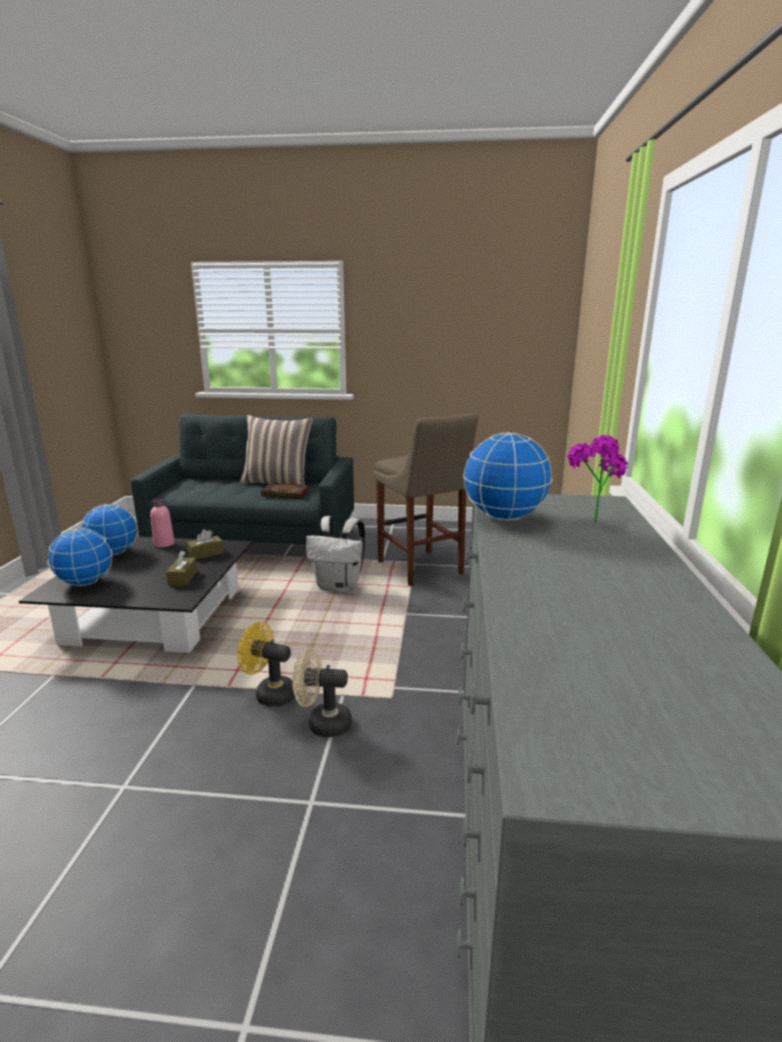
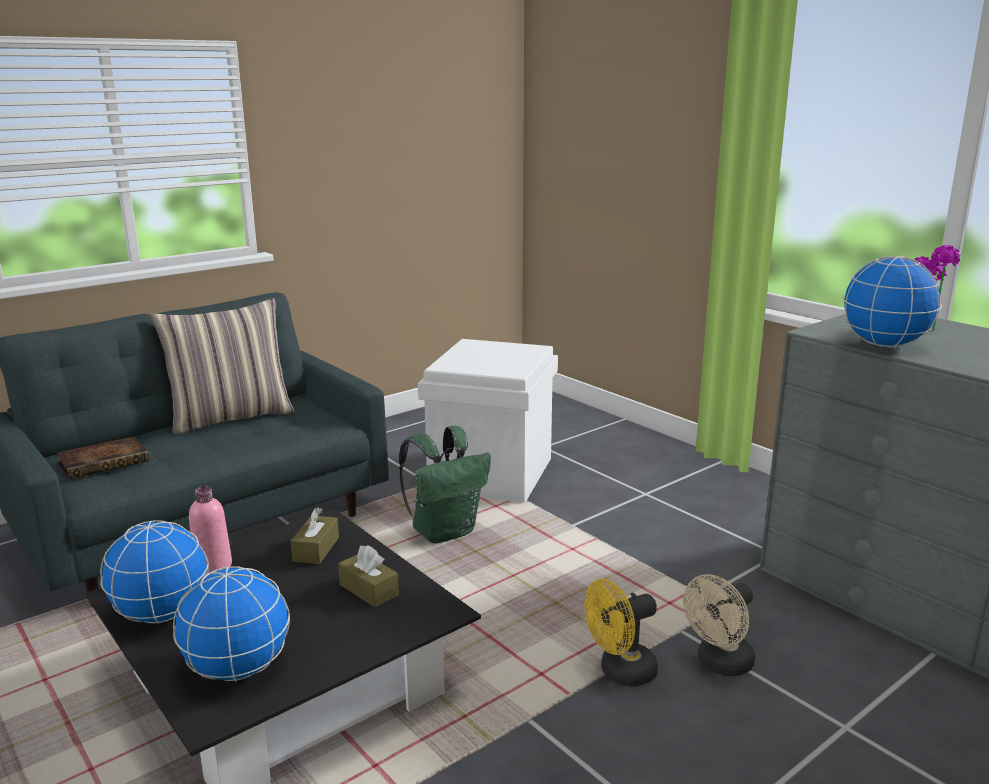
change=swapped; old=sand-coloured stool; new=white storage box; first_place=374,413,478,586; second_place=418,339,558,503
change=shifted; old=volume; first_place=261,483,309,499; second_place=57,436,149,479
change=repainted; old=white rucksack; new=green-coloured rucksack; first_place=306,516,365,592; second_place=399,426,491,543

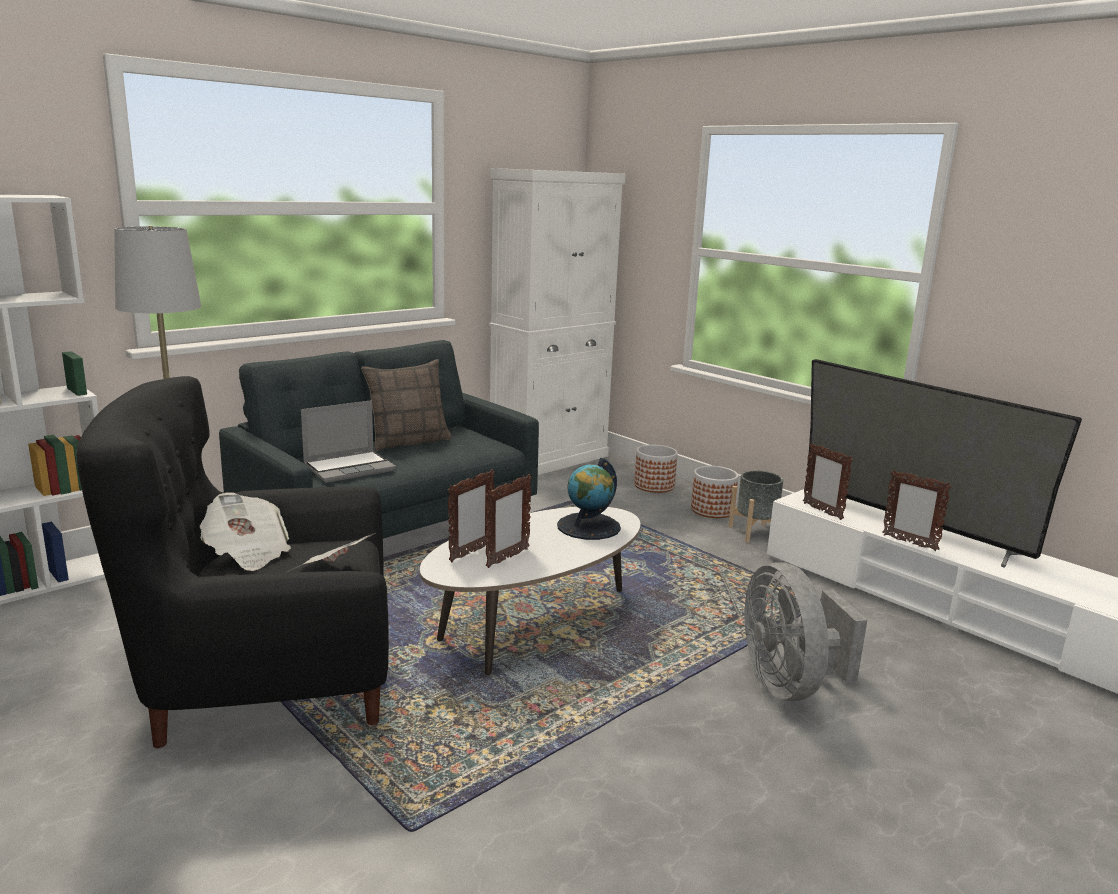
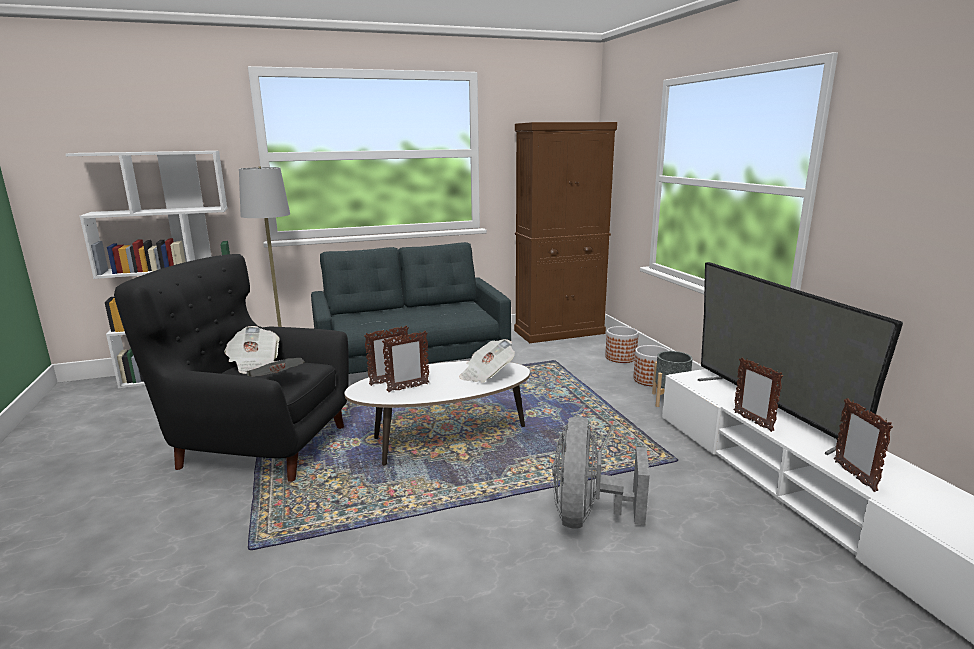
change=repainted; old=white cabinet; new=brown cabinet; first_place=489,168,625,475; second_place=514,122,617,343
change=gone; old=throw pillow; first_place=361,359,452,451
change=gone; old=laptop; first_place=301,400,396,483
change=shifted; old=picture frame; first_place=803,443,853,520; second_place=834,398,893,492
change=swapped; old=desk globe; new=printed paper; first_place=557,458,621,540; second_place=459,339,515,383

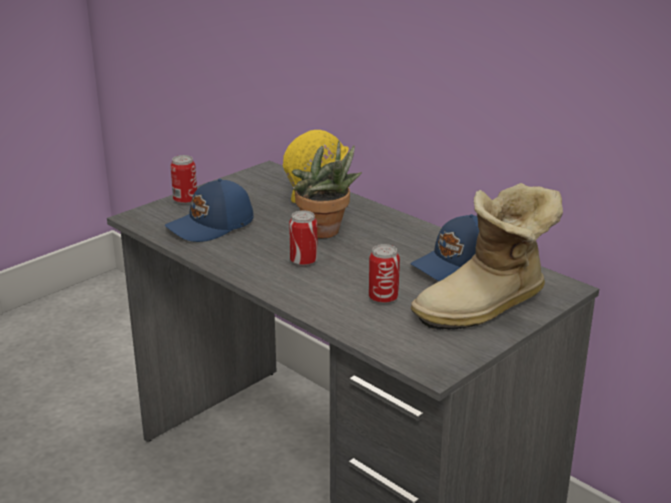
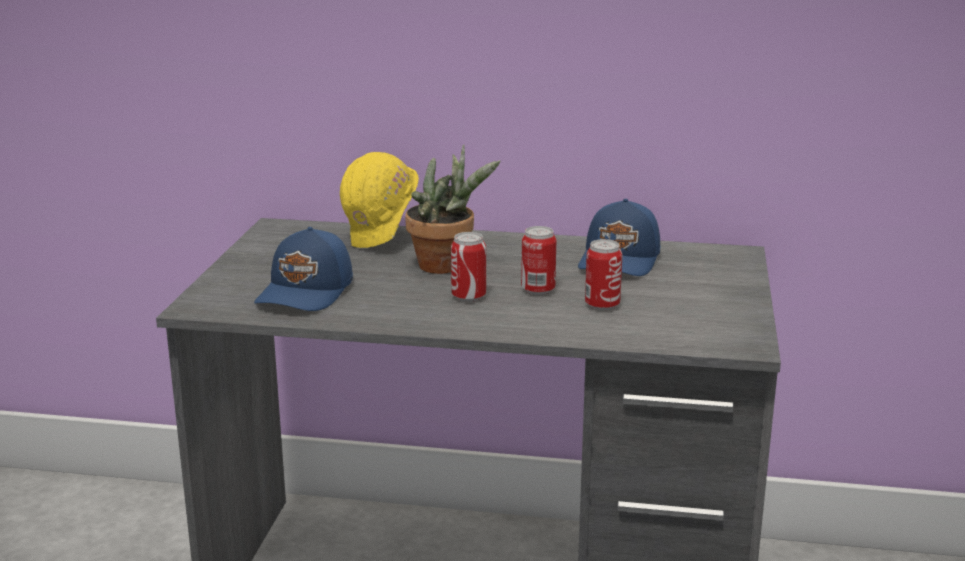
change=shifted; old=sealed can; first_place=170,155,197,205; second_place=521,226,556,295
change=gone; old=tall boot; first_place=411,183,563,330

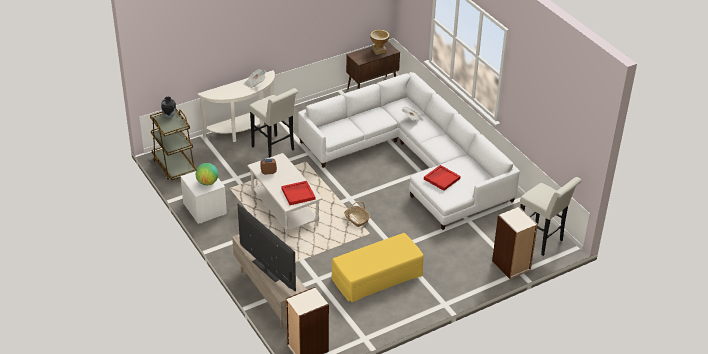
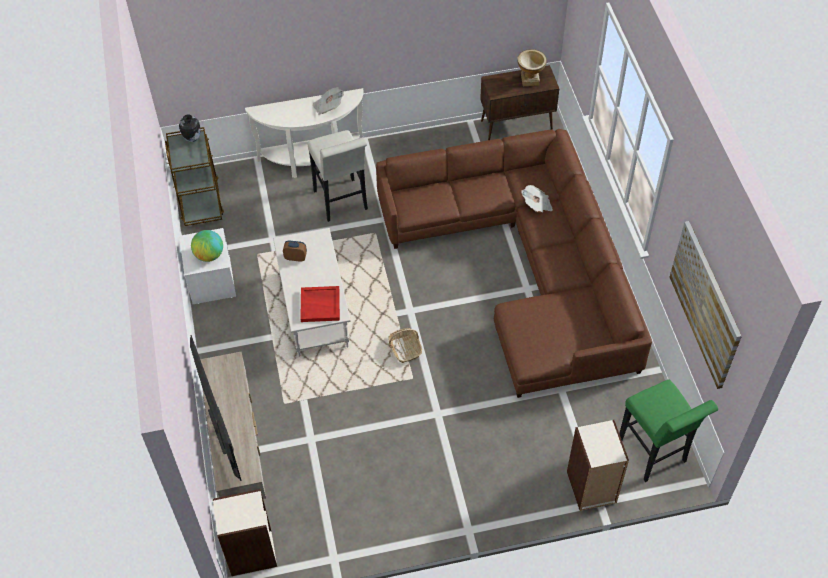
change=repainted; old=white couch; new=brown couch; first_place=298,72,520,230; second_place=376,129,652,398
change=gone; old=red-coloured carrying tray; first_place=424,165,461,191
change=repainted; old=white stool; new=green-coloured stool; first_place=520,177,582,256; second_place=619,379,718,482
change=gone; old=yellow footrest; first_place=331,233,424,302
change=new; new=wall art; second_place=669,221,742,389

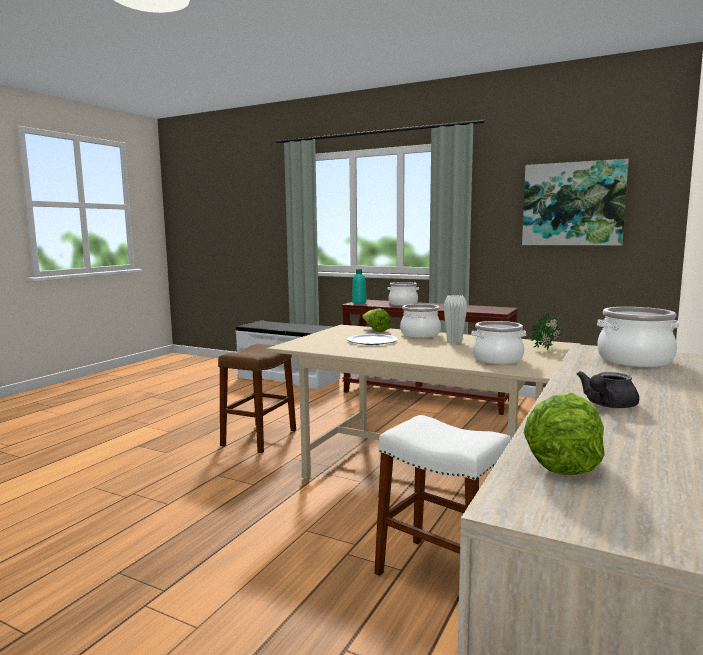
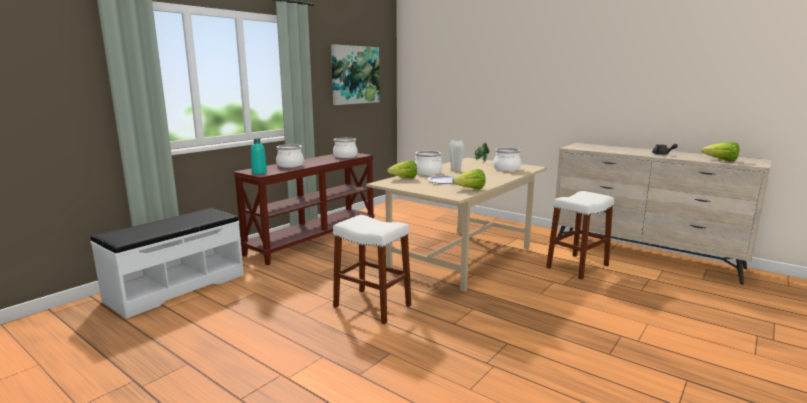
change=shifted; old=stockpot; first_place=597,307,679,367; second_place=333,138,358,158
change=repainted; old=brown stool; new=white stool; first_place=218,344,296,453; second_place=333,215,411,324
change=new; new=head of lettuce; second_place=452,169,485,189

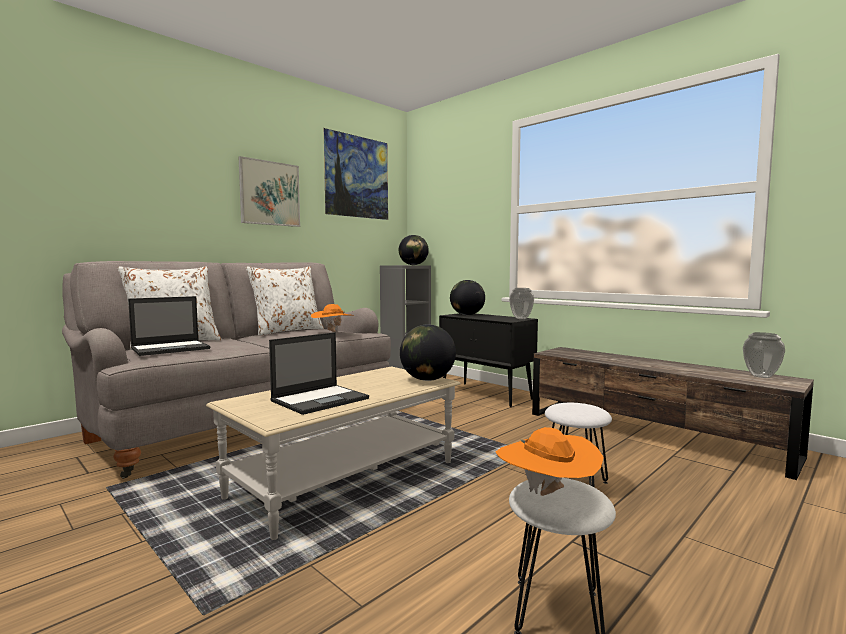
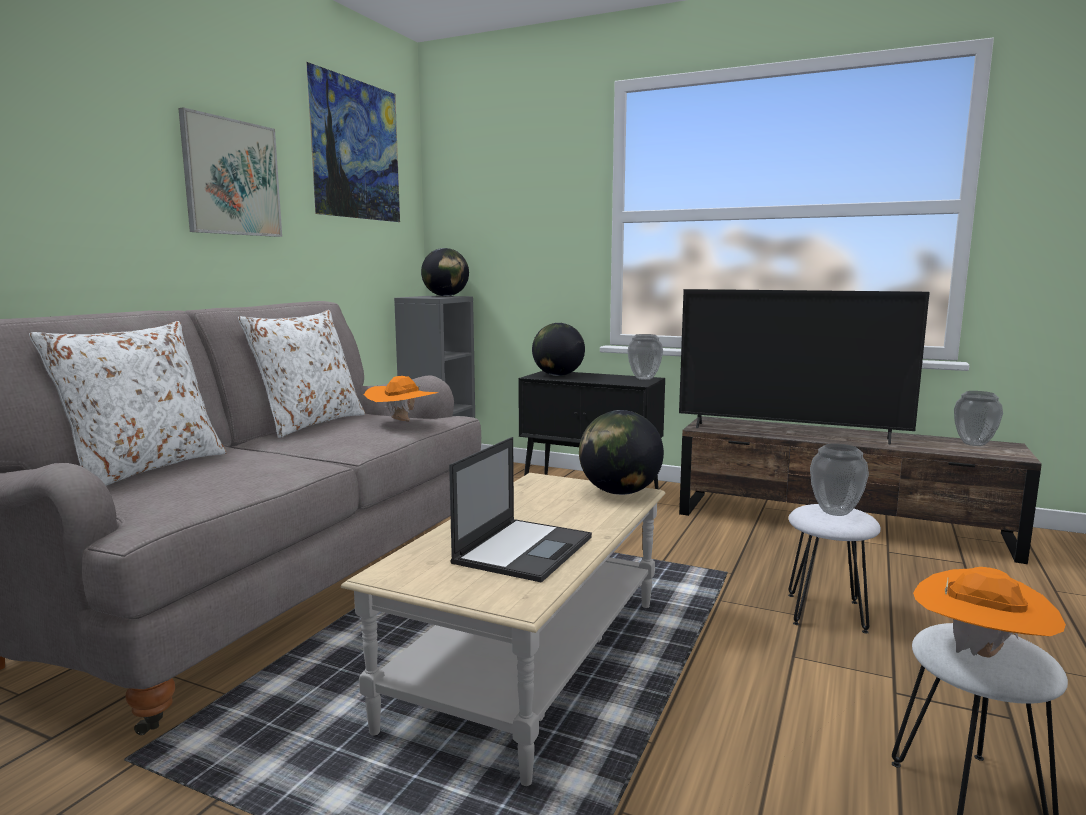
change=gone; old=laptop; first_place=128,296,210,356
change=new; new=television; second_place=679,289,930,445
change=new; new=flower vase; second_place=810,443,869,516

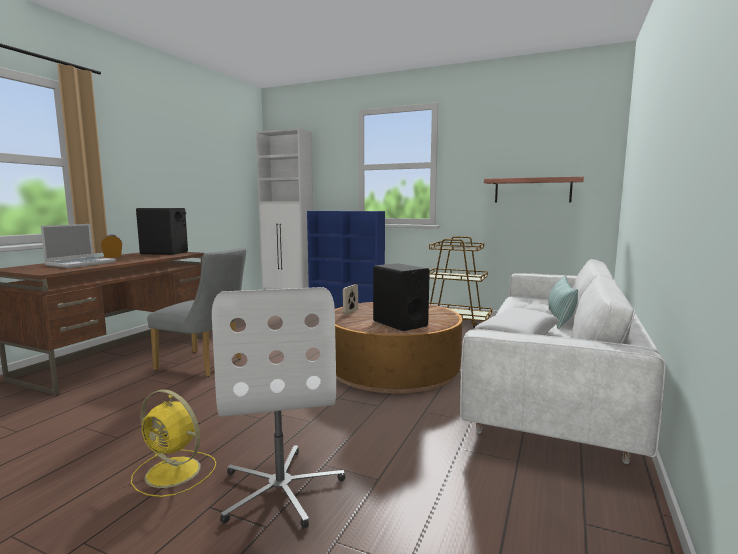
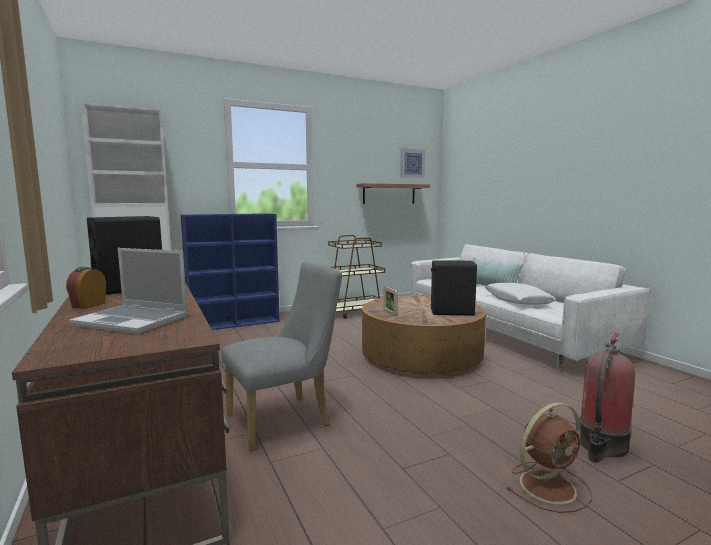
change=rotated; old=laptop; first_place=41,224,116,268; second_place=69,248,188,334; degrees=135
change=swapped; old=white desk chair; new=fire extinguisher; first_place=212,287,345,529; second_place=580,332,635,463
change=repainted; old=yellow fan; new=brown fan; first_place=131,389,216,497; second_place=506,402,592,513
change=new; new=wall art; second_place=400,148,426,178

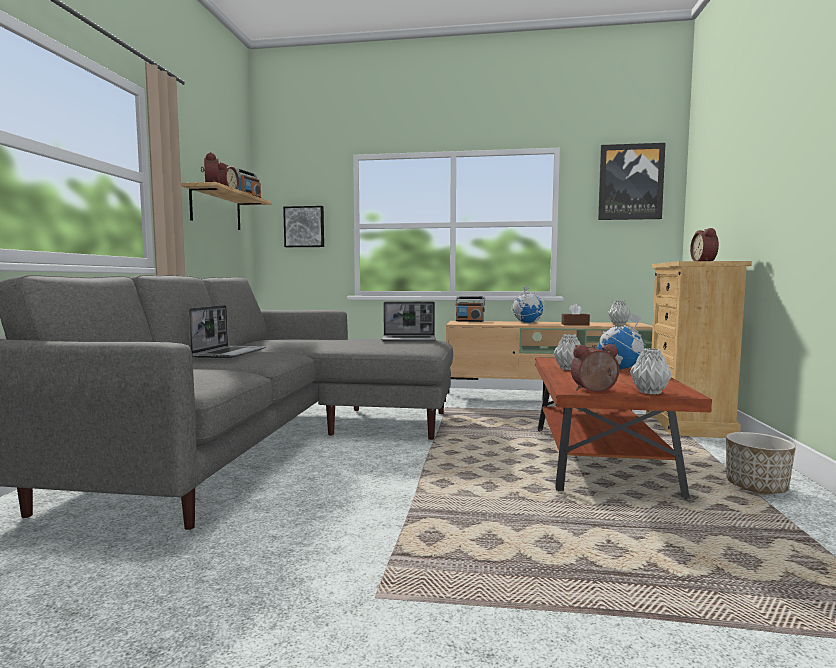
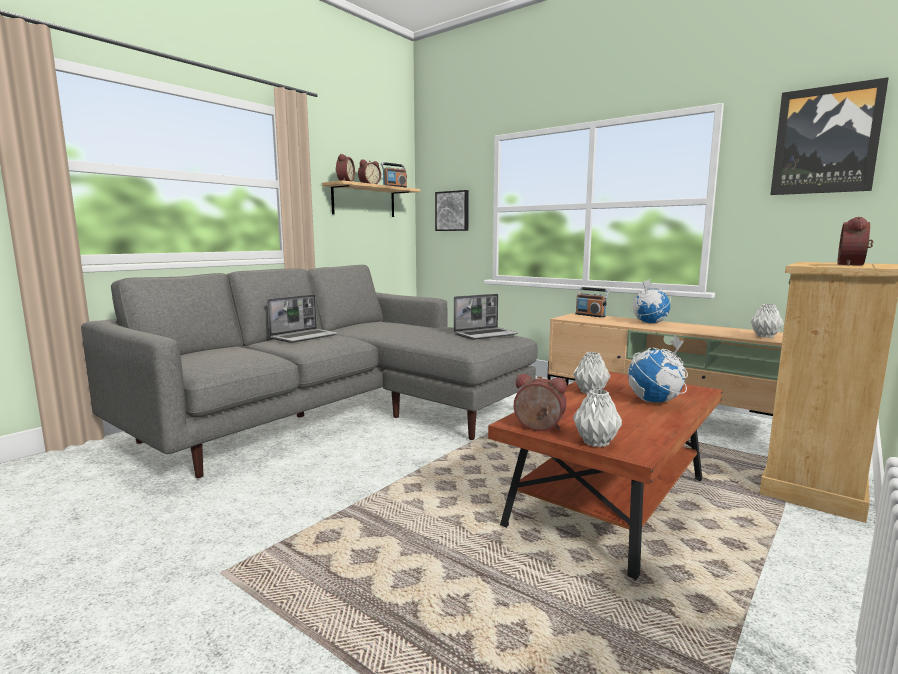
change=rotated; old=laptop; first_place=381,302,436,342; second_place=454,294,518,340; degrees=-60
change=gone; old=brown tissue holder; first_place=562,304,590,326
change=gone; old=plant pot; first_place=726,432,796,494

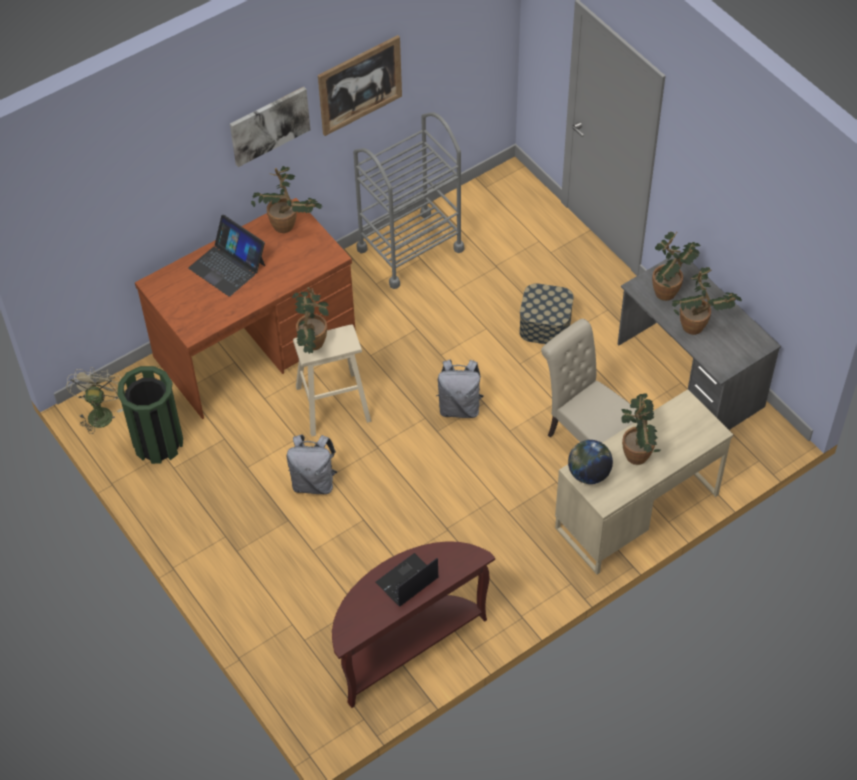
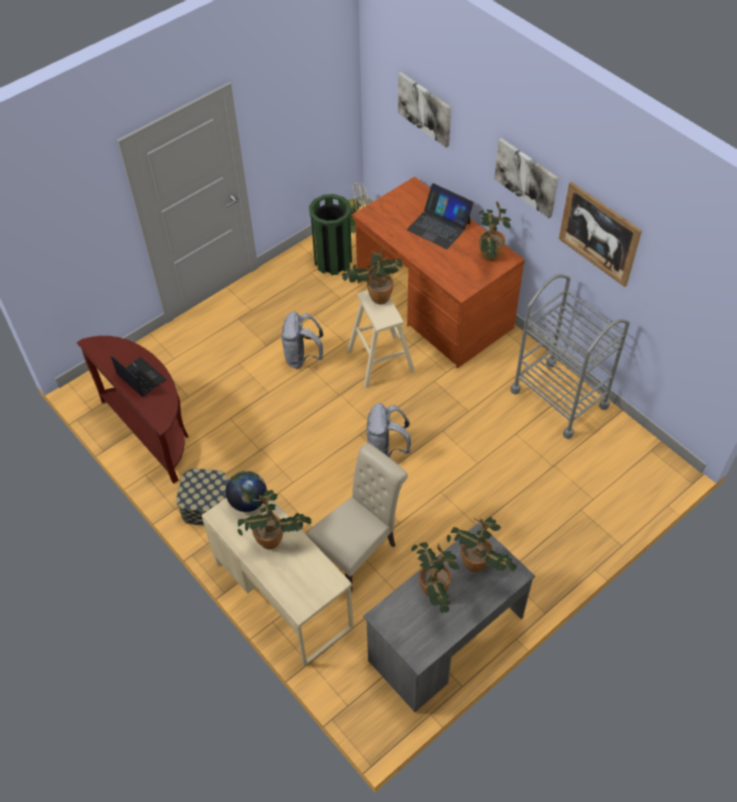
change=rotated; old=laptop; first_place=188,215,265,297; second_place=407,183,474,249; degrees=-90
change=shifted; old=storage box; first_place=519,283,574,344; second_place=176,468,228,526
change=new; new=wall art; second_place=398,72,451,148

